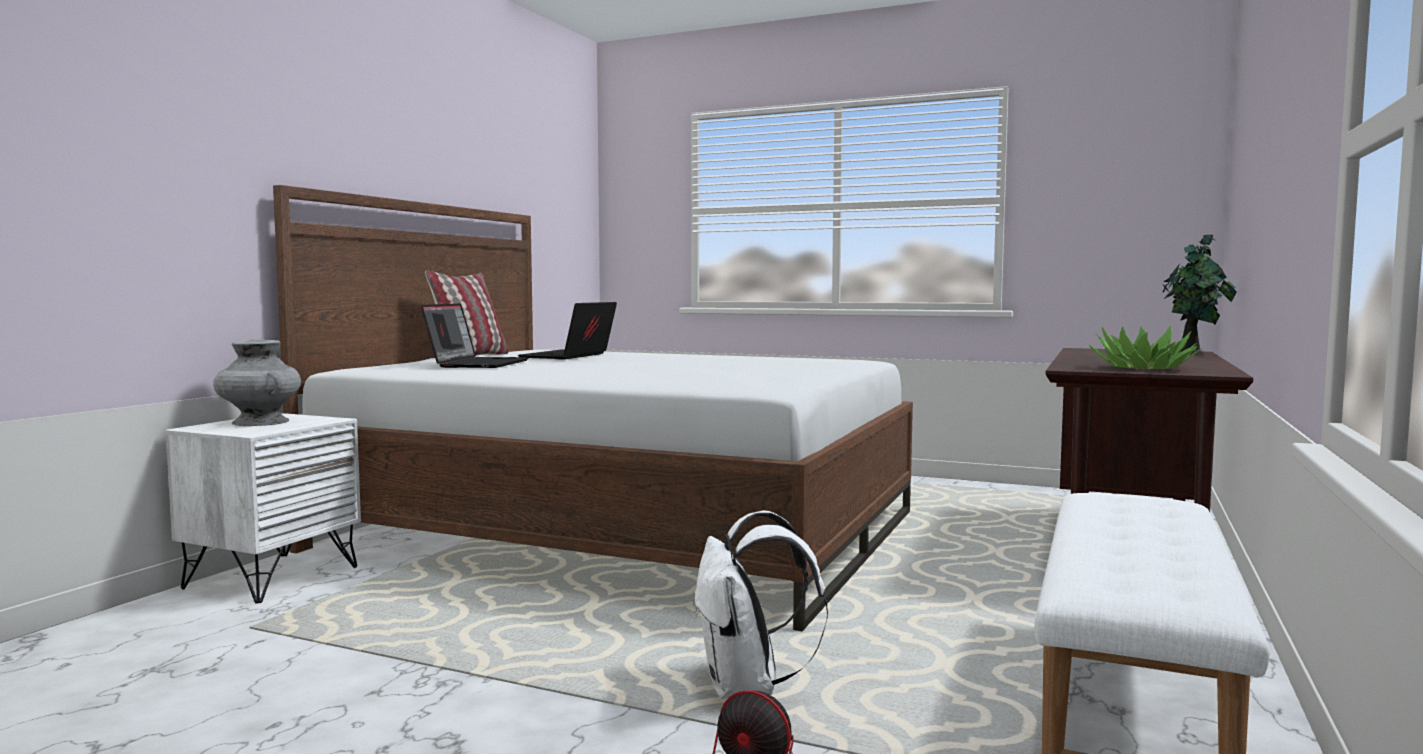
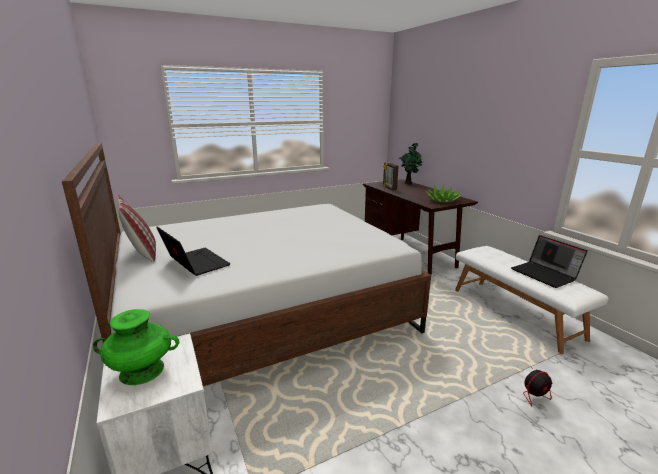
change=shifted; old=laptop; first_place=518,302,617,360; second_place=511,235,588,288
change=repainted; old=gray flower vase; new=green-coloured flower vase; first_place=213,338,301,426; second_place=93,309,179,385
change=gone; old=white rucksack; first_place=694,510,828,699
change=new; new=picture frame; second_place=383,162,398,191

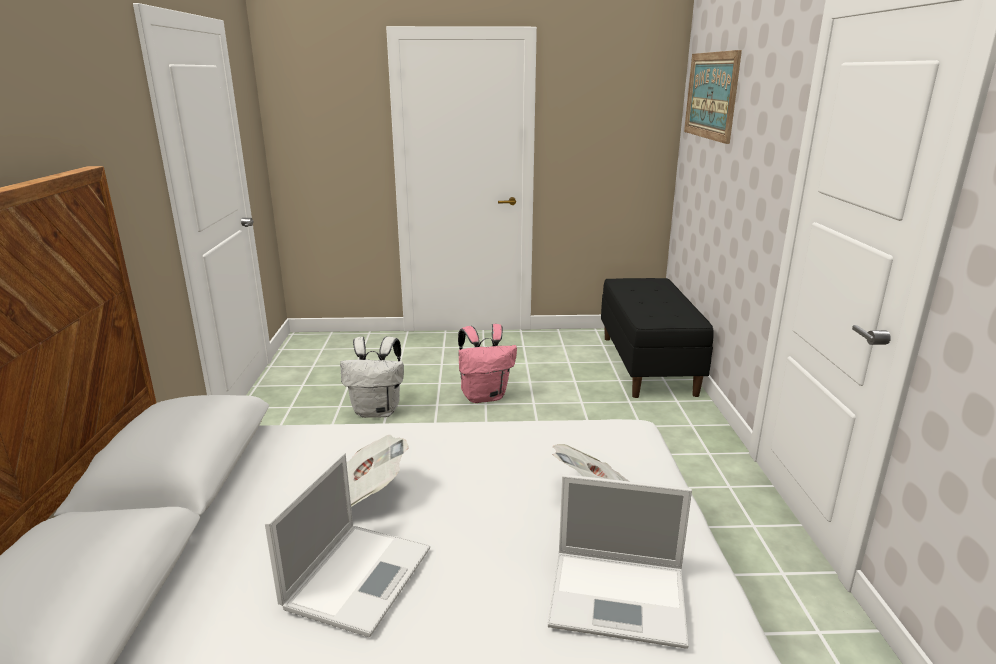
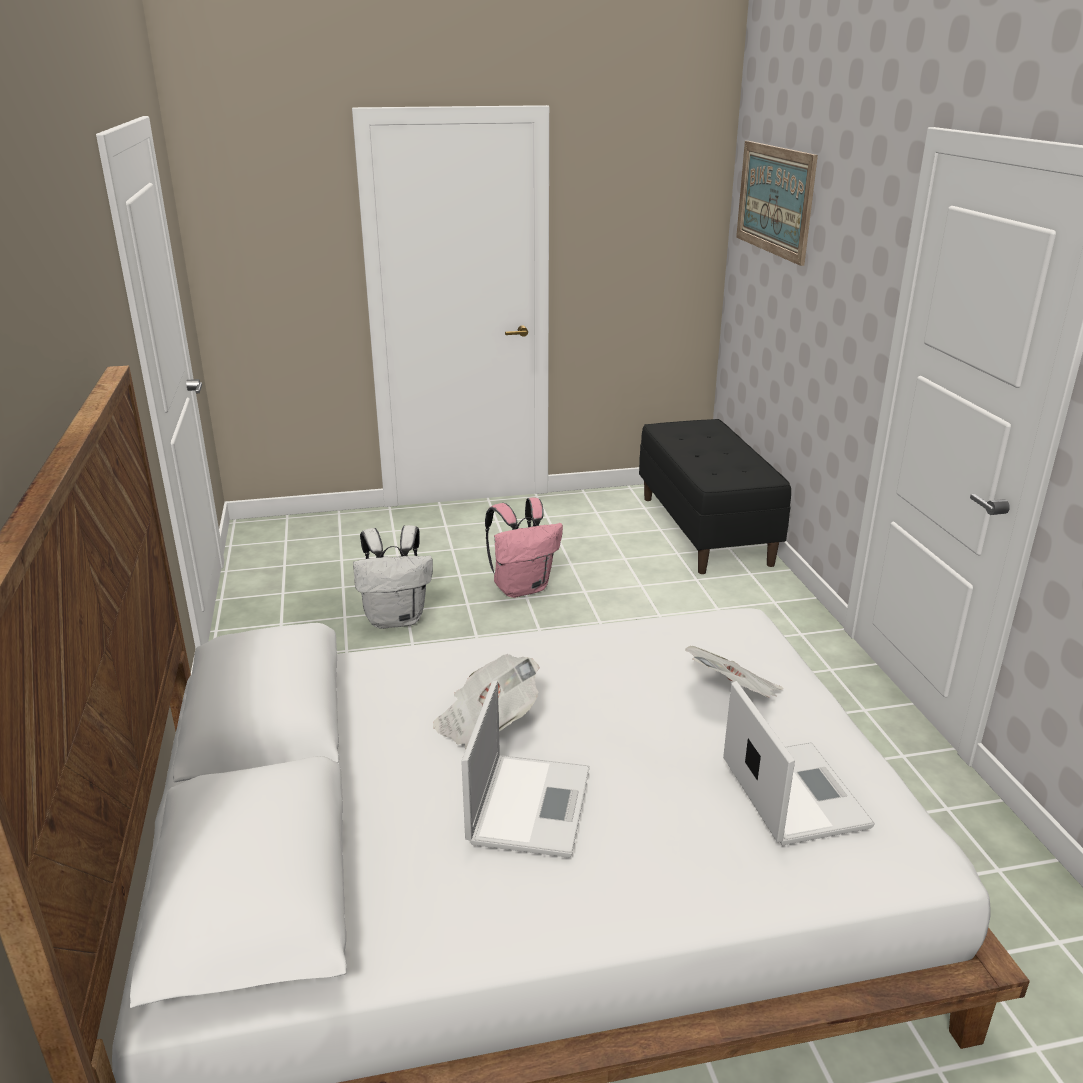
change=rotated; old=laptop; first_place=548,474,692,649; second_place=723,681,875,846; degrees=-105

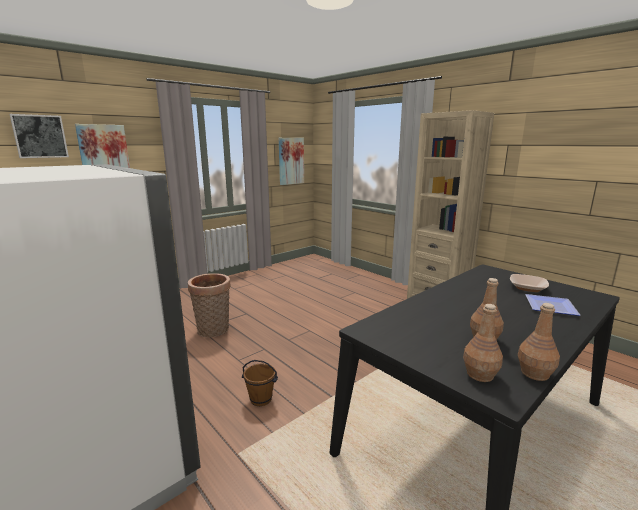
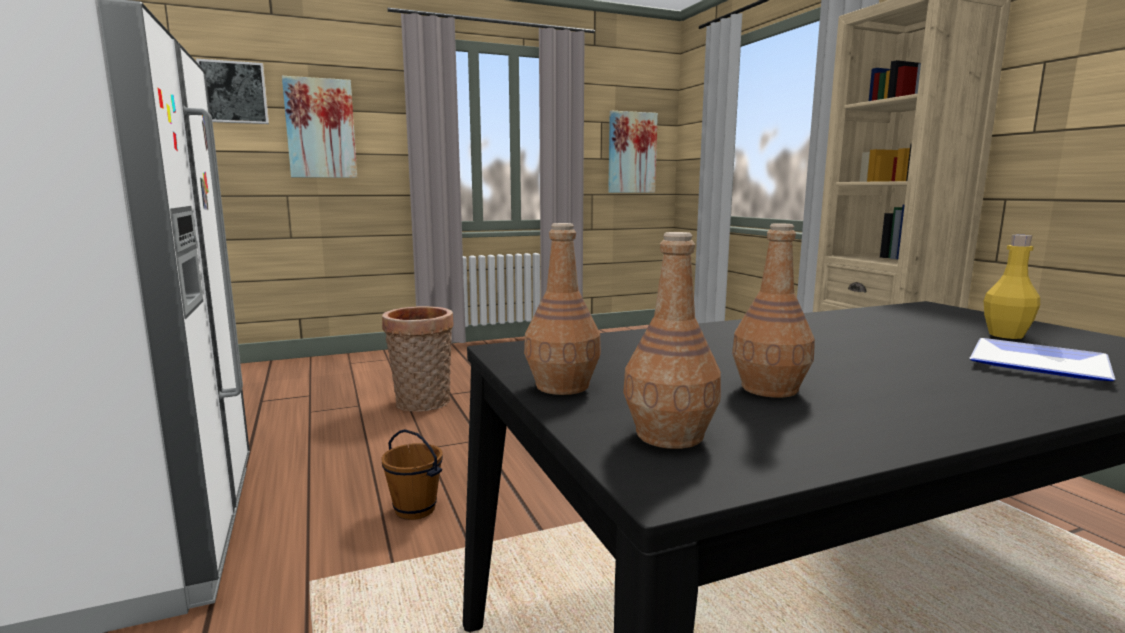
change=swapped; old=serving bowl; new=yellow beverage bottle; first_place=510,274,549,292; second_place=984,235,1040,339
change=shifted; old=brown beverage bottle; first_place=518,303,560,381; second_place=524,223,601,395

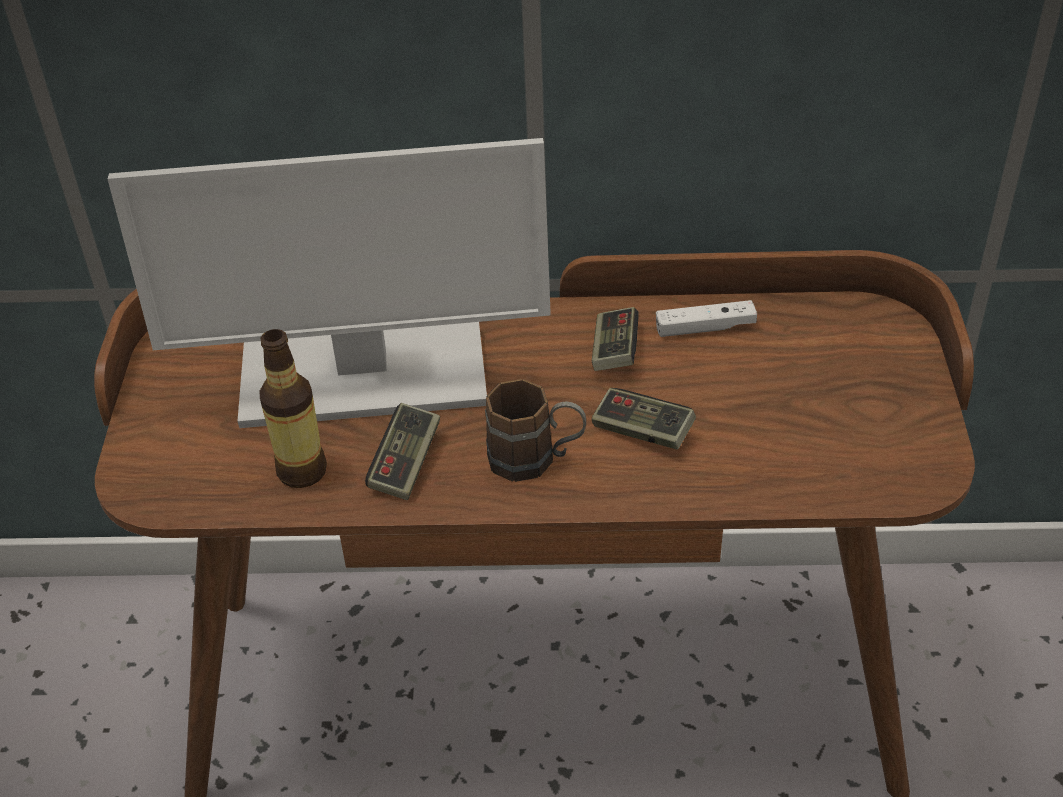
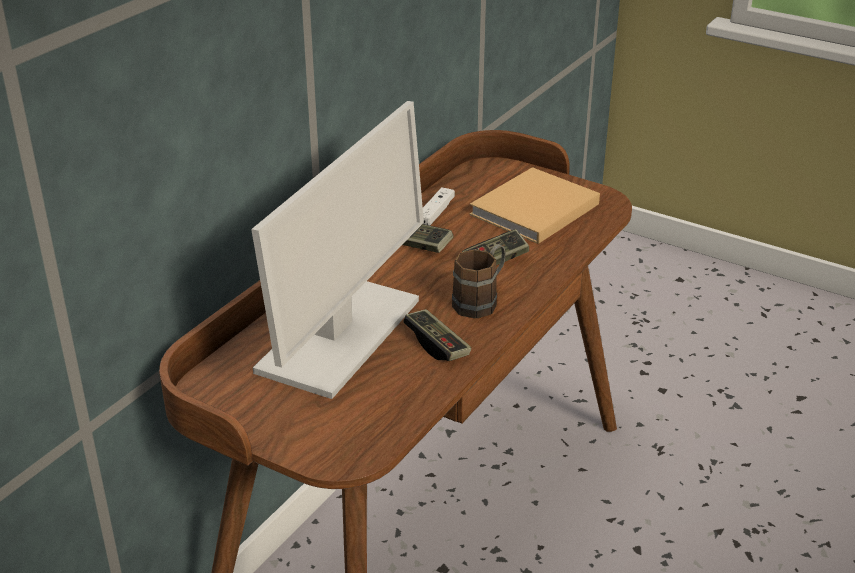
change=gone; old=beverage bottle; first_place=259,329,327,488
change=new; new=sand-coloured volume; second_place=470,167,600,244

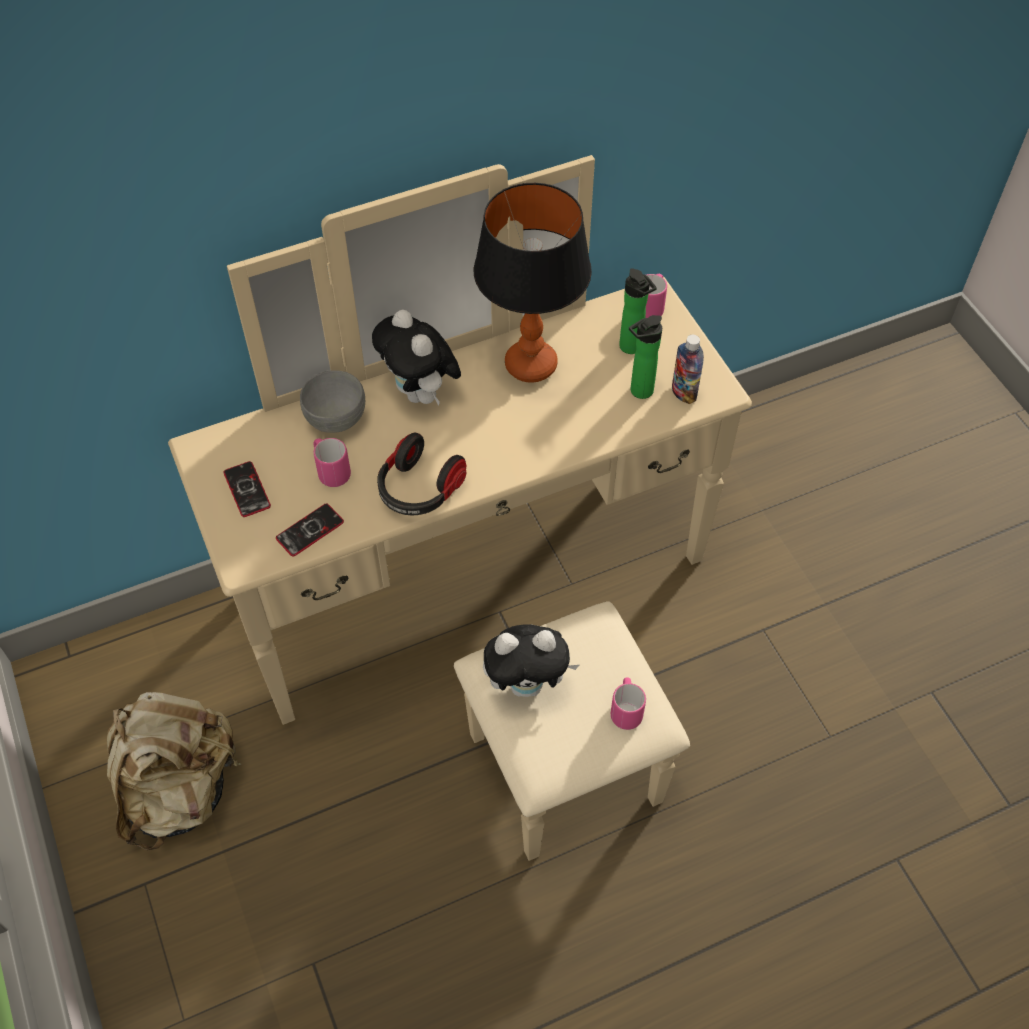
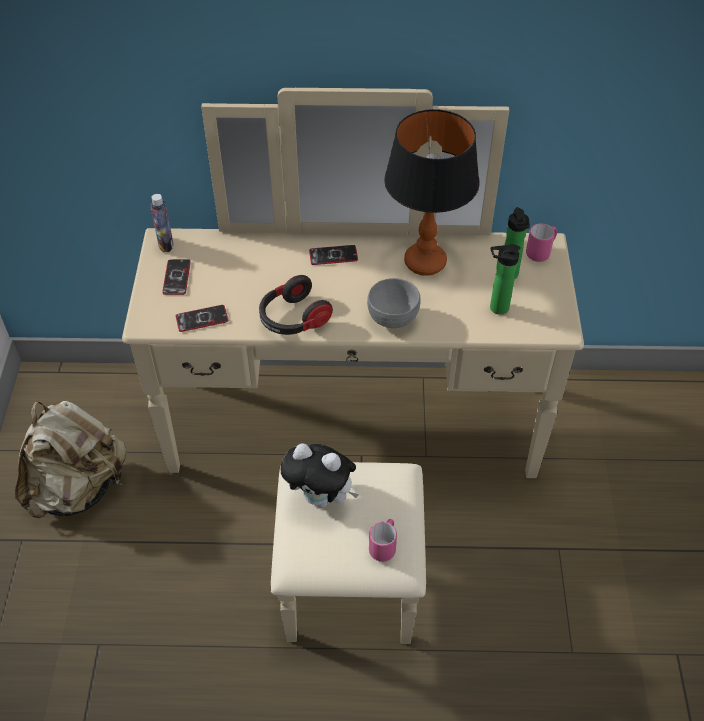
change=swapped; old=cuddly toy; new=phone; first_place=372,310,461,406; second_place=309,245,358,265
change=shifted; old=beverage bottle; first_place=672,335,704,404; second_place=150,194,174,252
change=shifted; old=gray serving bowl; first_place=300,370,365,433; second_place=367,278,421,328
change=gone; old=pink mug; first_place=314,438,351,487

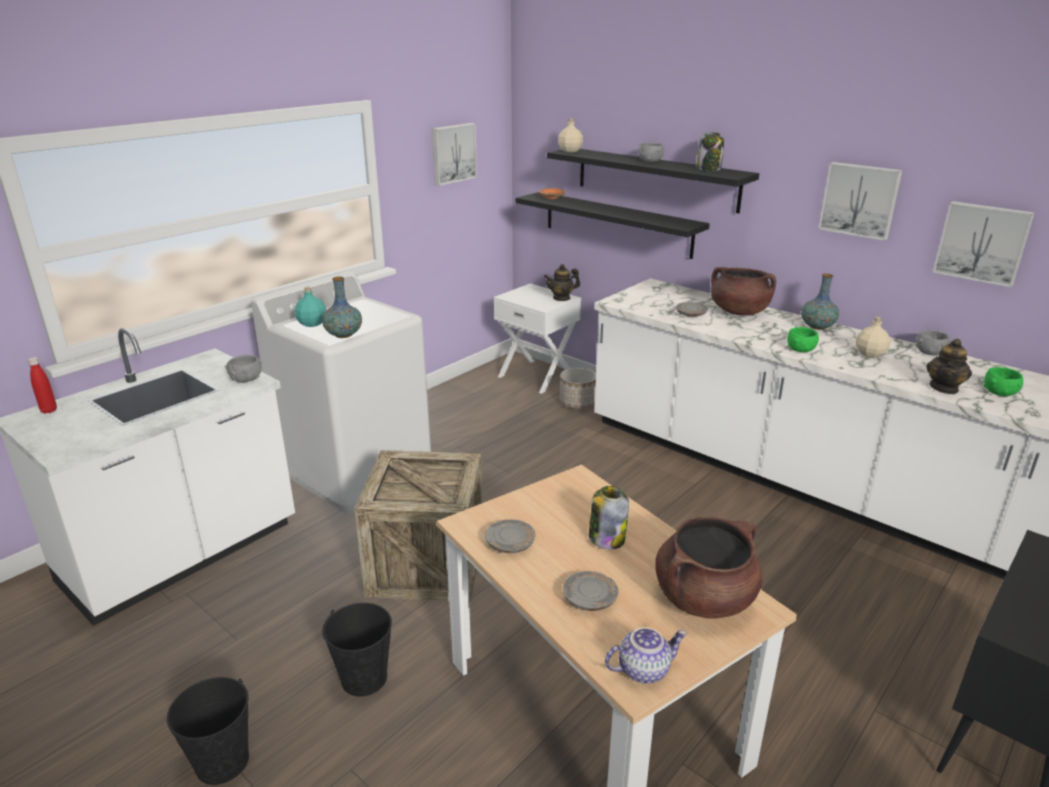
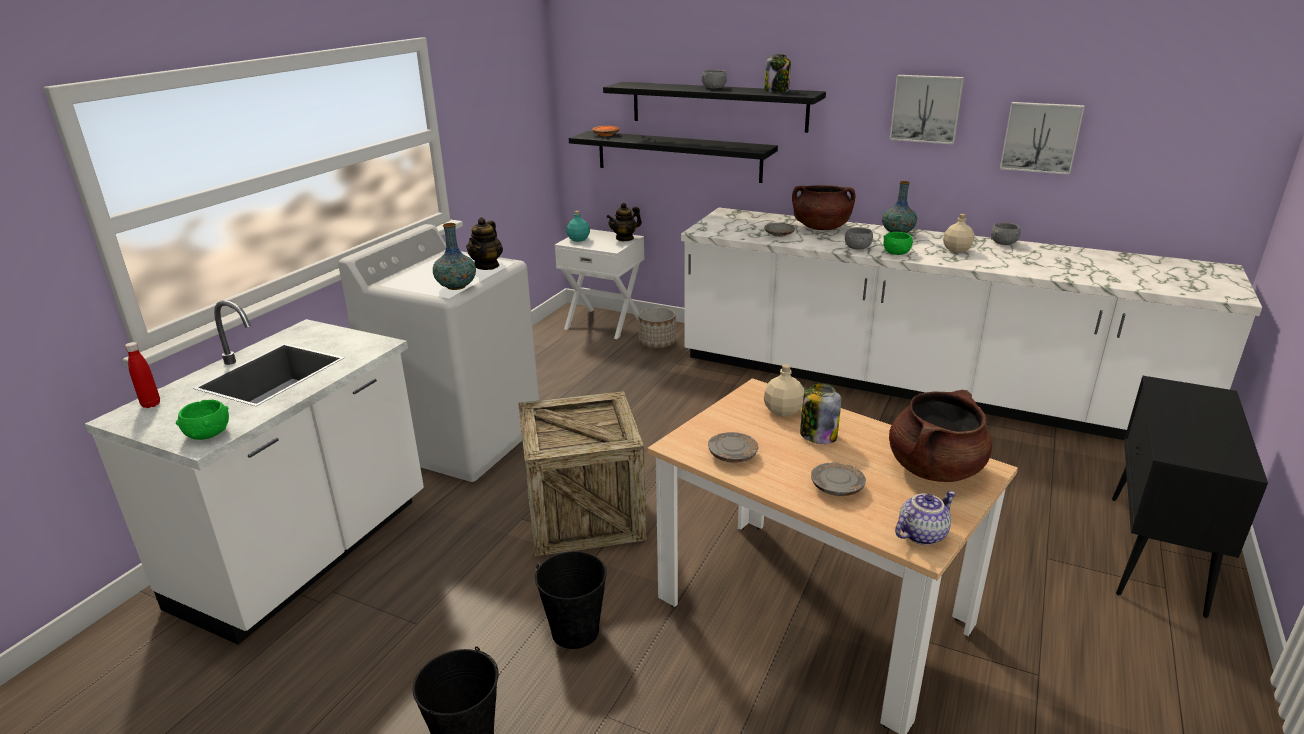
change=shifted; old=sand-coloured beverage bottle; first_place=558,118,583,152; second_place=764,364,804,417
change=gone; old=wall art; first_place=432,123,477,186
change=shifted; old=turquoise beverage bottle; first_place=295,287,326,327; second_place=566,211,590,242
change=shifted; old=tea pot; first_place=926,339,972,394; second_place=466,217,503,270
change=shifted; old=gray serving bowl; first_place=225,355,262,383; second_place=845,227,873,250
change=shifted; old=green-coloured serving bowl; first_place=984,367,1023,396; second_place=176,400,229,440

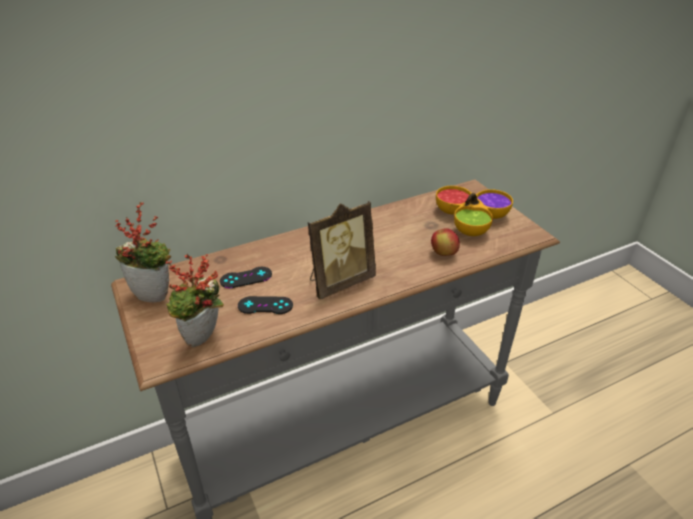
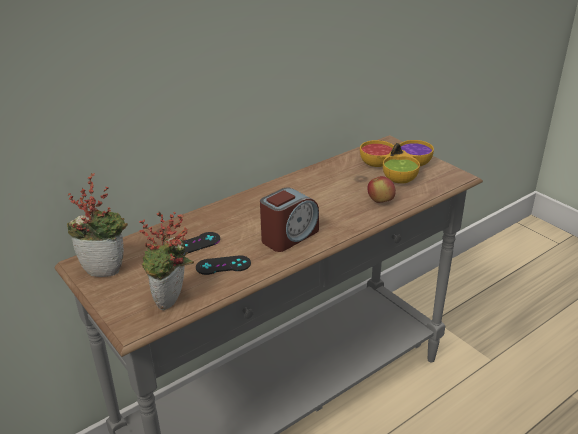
change=swapped; old=picture frame; new=bedside clock; first_place=308,201,376,299; second_place=260,188,319,252

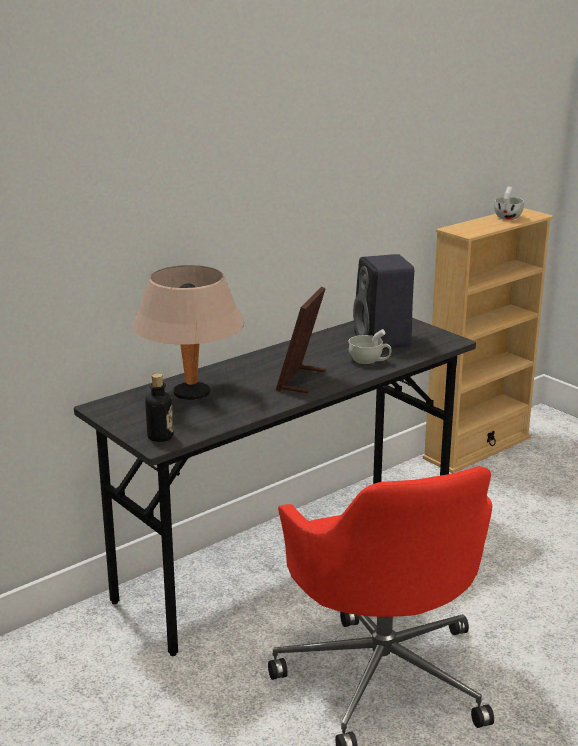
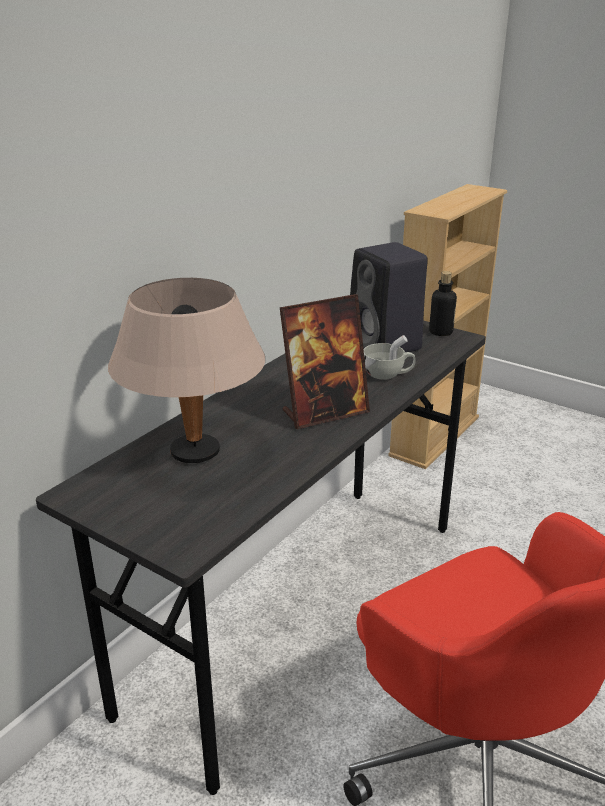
change=gone; old=white small cup; first_place=494,186,524,220
change=rotated; old=picture frame; first_place=276,287,326,393; second_place=280,294,370,430; degrees=-120
change=shifted; old=beverage bottle; first_place=145,373,173,442; second_place=429,271,457,336

